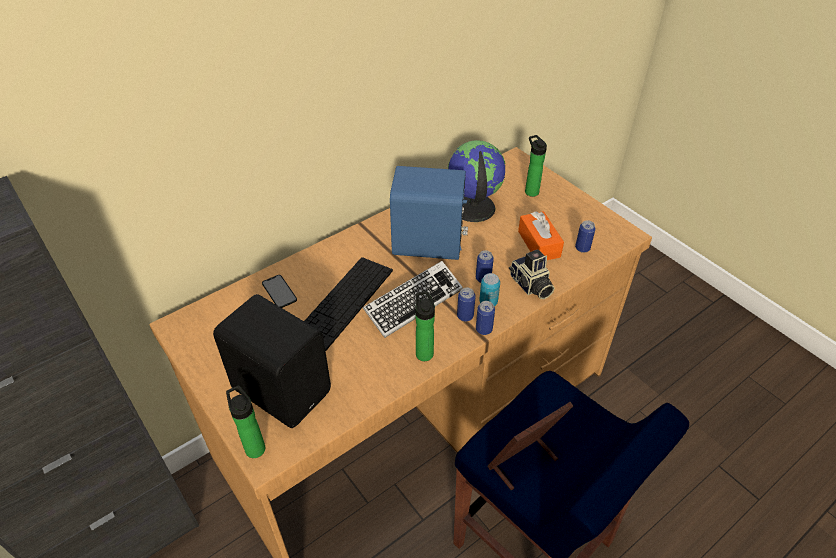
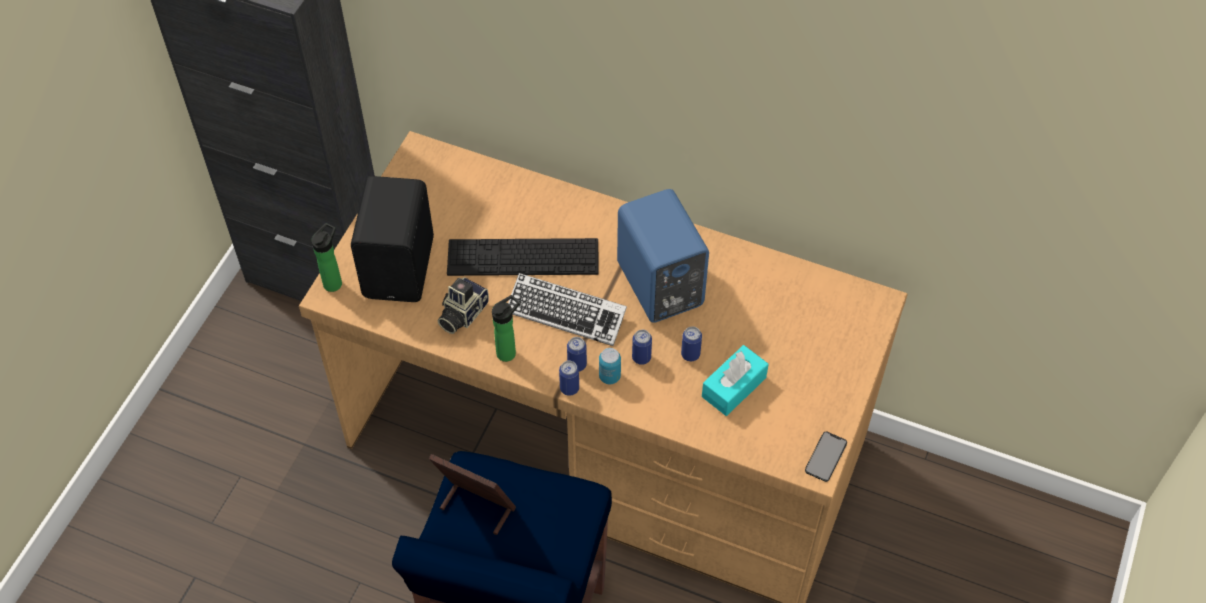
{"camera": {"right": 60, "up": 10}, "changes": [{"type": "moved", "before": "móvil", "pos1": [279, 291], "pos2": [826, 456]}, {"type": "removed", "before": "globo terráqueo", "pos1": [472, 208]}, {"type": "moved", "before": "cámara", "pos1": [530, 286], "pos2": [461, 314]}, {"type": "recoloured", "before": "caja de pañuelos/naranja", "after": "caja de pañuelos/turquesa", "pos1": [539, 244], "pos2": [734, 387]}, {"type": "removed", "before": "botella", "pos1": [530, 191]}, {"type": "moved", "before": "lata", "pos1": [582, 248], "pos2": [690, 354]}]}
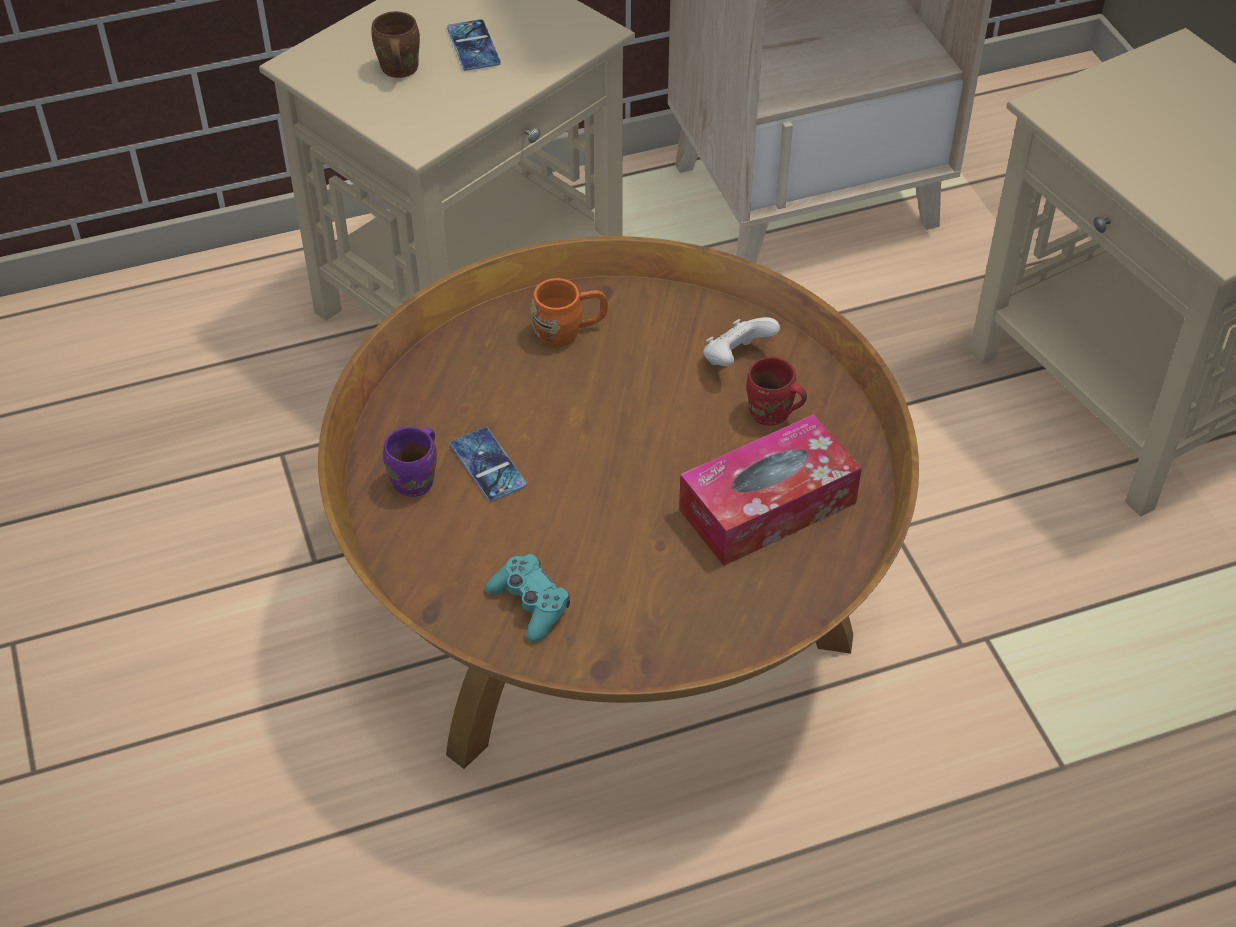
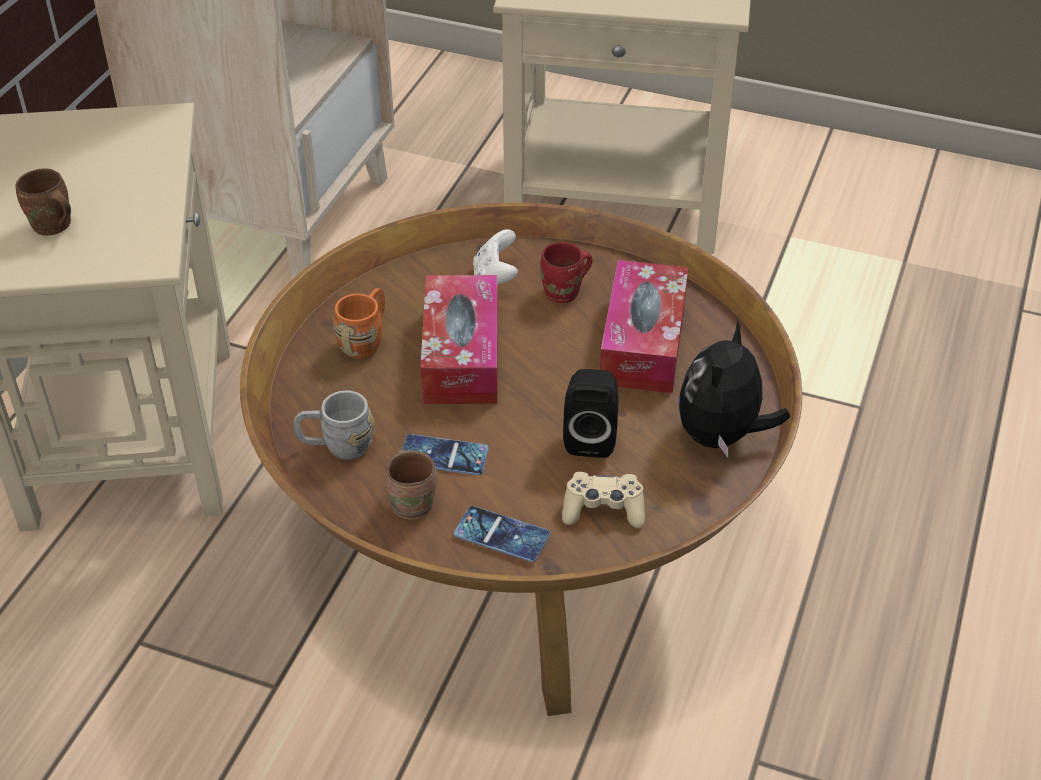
{"camera": {"right": -50, "up": -5}, "changes": [{"type": "recoloured", "before": "taza grande/morado", "after": "taza grande/marrón", "pos1": [417, 481], "pos2": [414, 503]}, {"type": "moved", "before": "móvil", "pos1": [473, 46], "pos2": [501, 534]}, {"type": "recoloured", "before": "mando de consola/turquesa", "after": "mando de consola/beis", "pos1": [530, 604], "pos2": [603, 509]}, {"type": "added", "after": "taza grande/gris", "pos2": [336, 446]}, {"type": "added", "after": "caja de pañuelos", "pos2": [461, 355]}, {"type": "added", "after": "altavoz/negro", "pos2": [590, 437]}, {"type": "added", "after": "peluche", "pos2": [722, 436]}]}
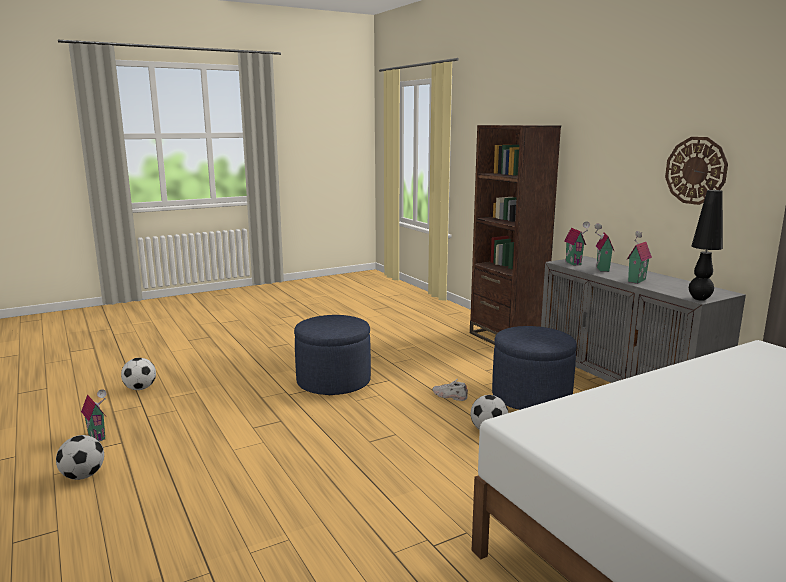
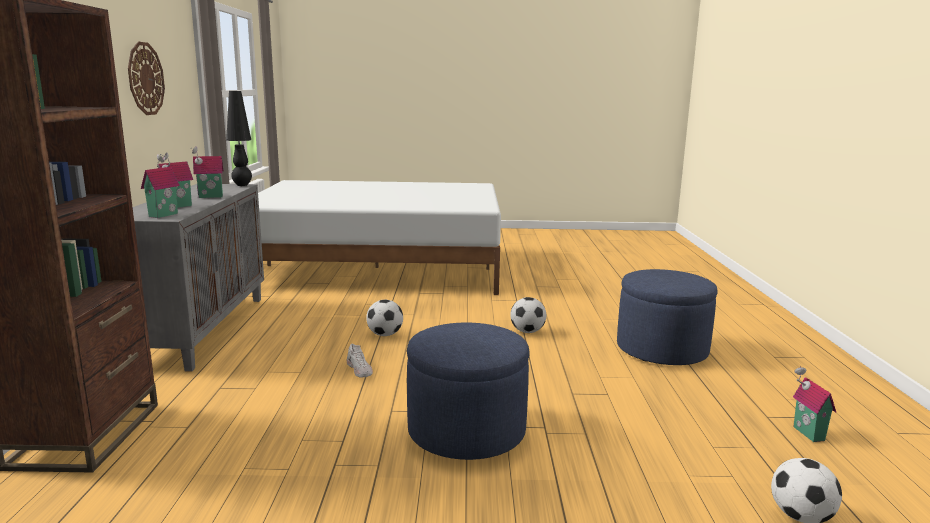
{"camera": {"right": -150, "up": 0}, "changes": [{"type": "moved", "before": "balón de fútbol", "pos1": [83, 476], "pos2": [527, 331]}, {"type": "moved", "before": "puf/azul", "pos1": [531, 397], "pos2": [662, 349]}]}
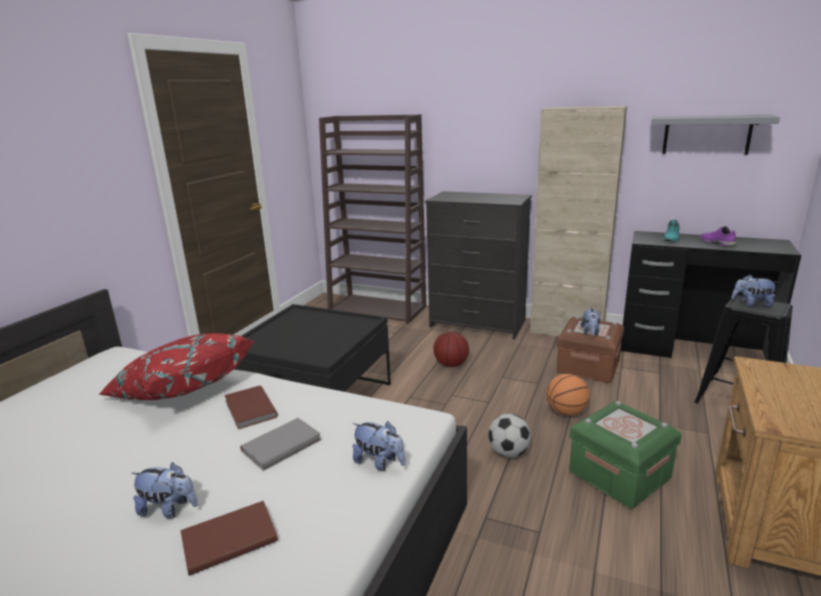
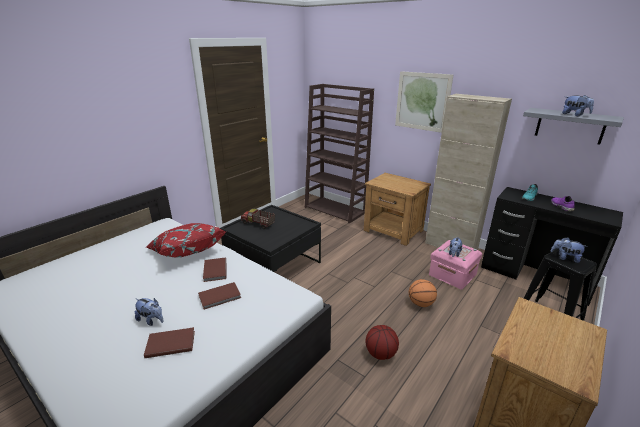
{"camera": {"right": 15, "up": 5}, "changes": [{"type": "recoloured", "before": "libro/gris", "after": "libro/marrón", "pos1": [283, 446], "pos2": [220, 297]}, {"type": "moved", "before": "peluche", "pos1": [379, 462], "pos2": [574, 115]}, {"type": "replaced", "before": "cómoda/negro", "after": "mesita de noche/marrón", "pos1": [478, 324], "pos2": [393, 231]}, {"type": "moved", "before": "balón de baloncesto", "pos1": [451, 364], "pos2": [380, 353]}, {"type": "removed", "before": "balón de fútbol", "pos1": [509, 452]}, {"type": "recoloured", "before": "caja de almacenaje/marrón", "after": "caja de almacenaje/rosa", "pos1": [588, 367], "pos2": [452, 275]}, {"type": "removed", "before": "caja de almacenaje/verde", "pos1": [619, 474]}, {"type": "added", "after": "camión de juguete", "pos2": [258, 224]}, {"type": "added", "after": "cuadro", "pos2": [422, 101]}]}
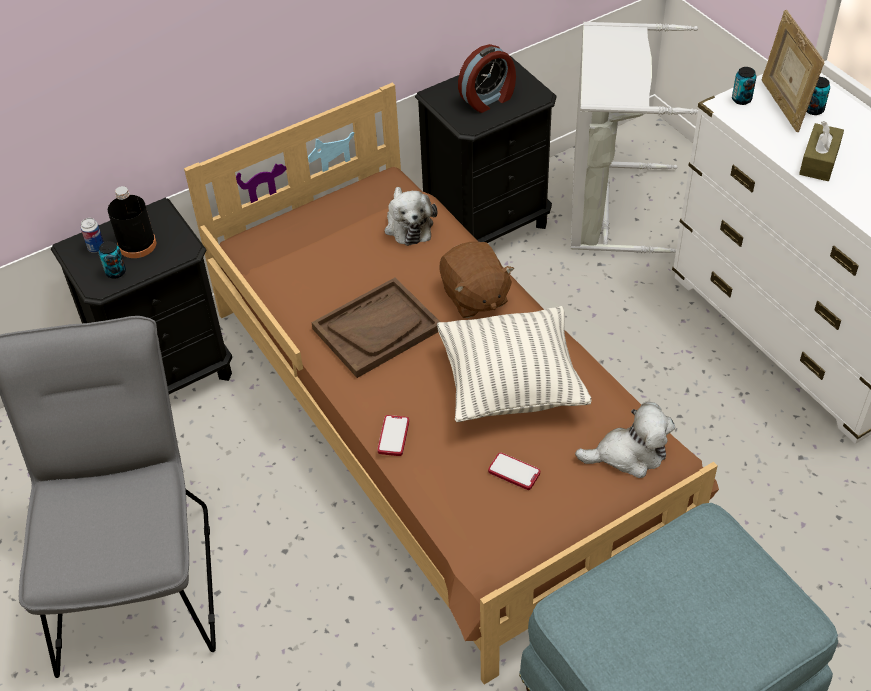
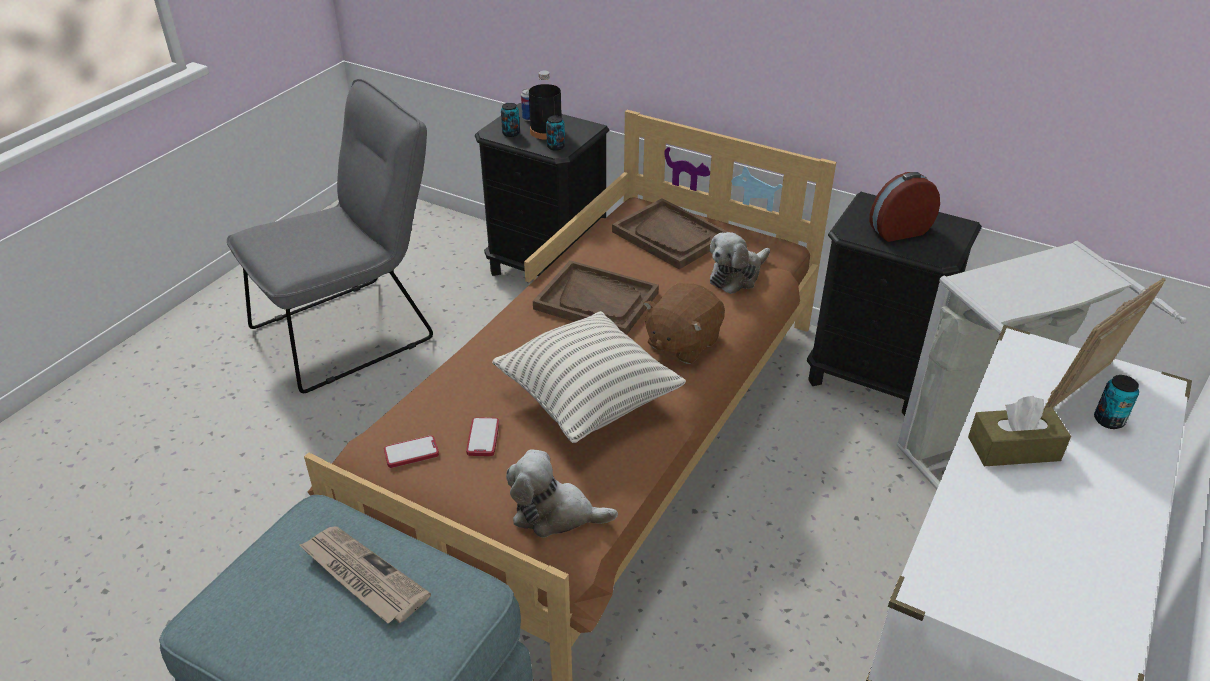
{"camera": {"right": 60, "up": -10}, "changes": [{"type": "moved", "before": "móvil", "pos1": [393, 436], "pos2": [411, 453]}, {"type": "turned", "before": "despertador", "pos1": [488, 99], "pos2": [898, 230], "turn": 135}, {"type": "turned", "before": "peluche", "pos1": [629, 454], "pos2": [555, 513], "turn": 135}, {"type": "moved", "before": "lata", "pos1": [741, 99], "pos2": [556, 147]}, {"type": "added", "after": "periódico", "pos2": [362, 576]}, {"type": "added", "after": "bandeja/marrón", "pos2": [670, 236]}]}
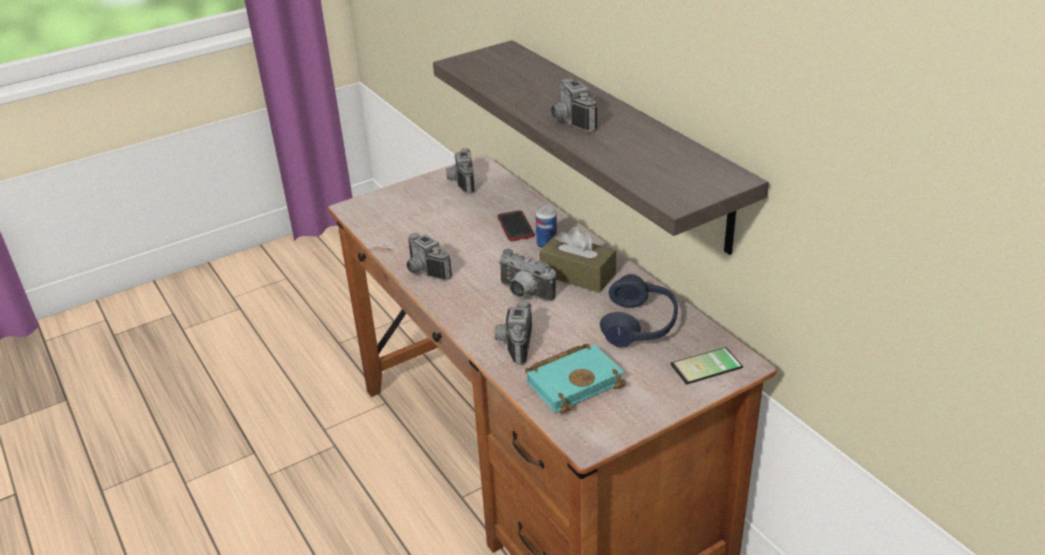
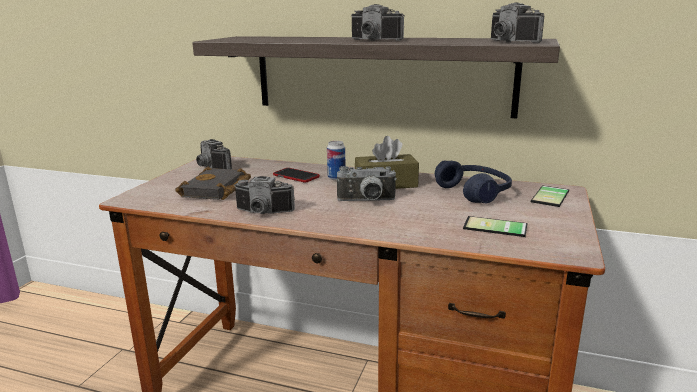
{"camera": {"right": -40, "up": -15}, "changes": [{"type": "moved", "before": "cámara", "pos1": [513, 344], "pos2": [508, 42]}, {"type": "replaced", "before": "libro/turquesa", "after": "móvil", "pos1": [575, 381], "pos2": [495, 228]}, {"type": "added", "after": "libro/negro", "pos2": [217, 190]}]}
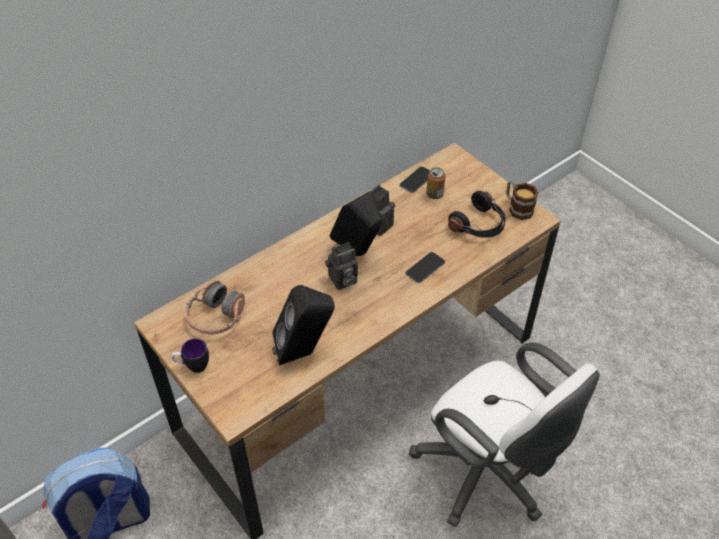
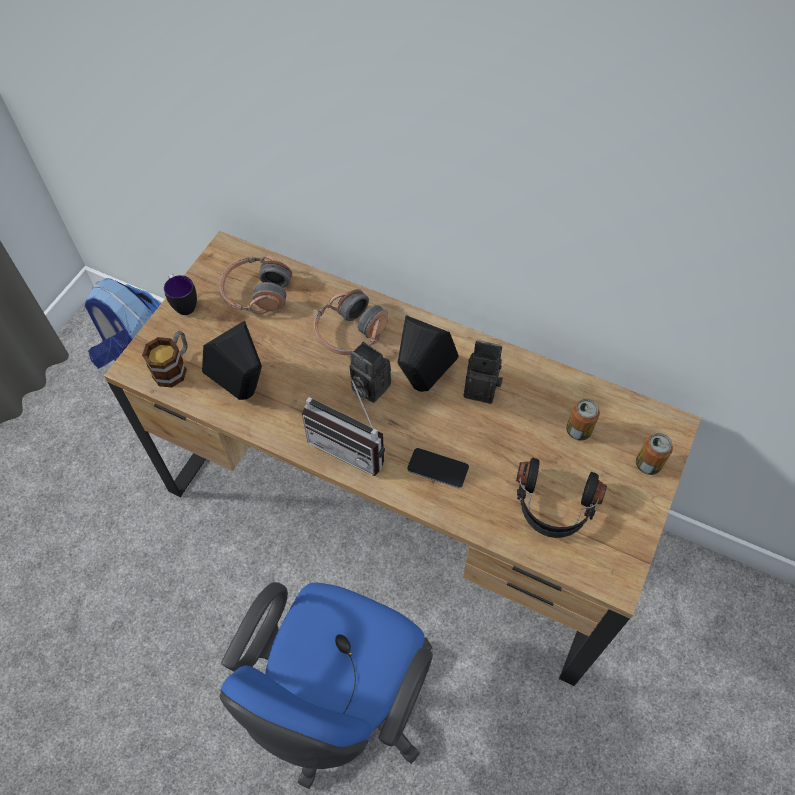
{"camera": {"right": 65, "up": 10}, "changes": [{"type": "removed", "before": "móvil", "pos1": [416, 180]}, {"type": "recoloured", "before": "silla de oficina/blanco", "after": "silla de oficina/azul", "pos1": [488, 474], "pos2": [342, 703]}, {"type": "moved", "before": "taza grande", "pos1": [517, 208], "pos2": [174, 367]}, {"type": "added", "after": "radio", "pos2": [351, 445]}, {"type": "added", "after": "auriculares", "pos2": [350, 332]}, {"type": "added", "after": "lata", "pos2": [648, 464]}]}
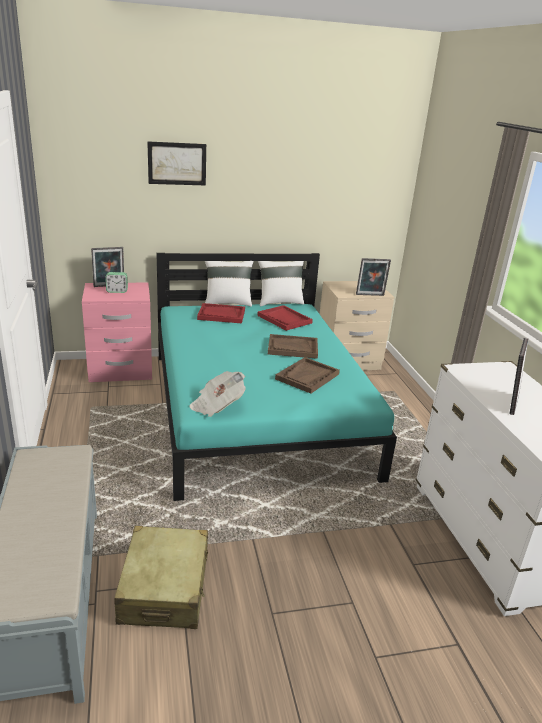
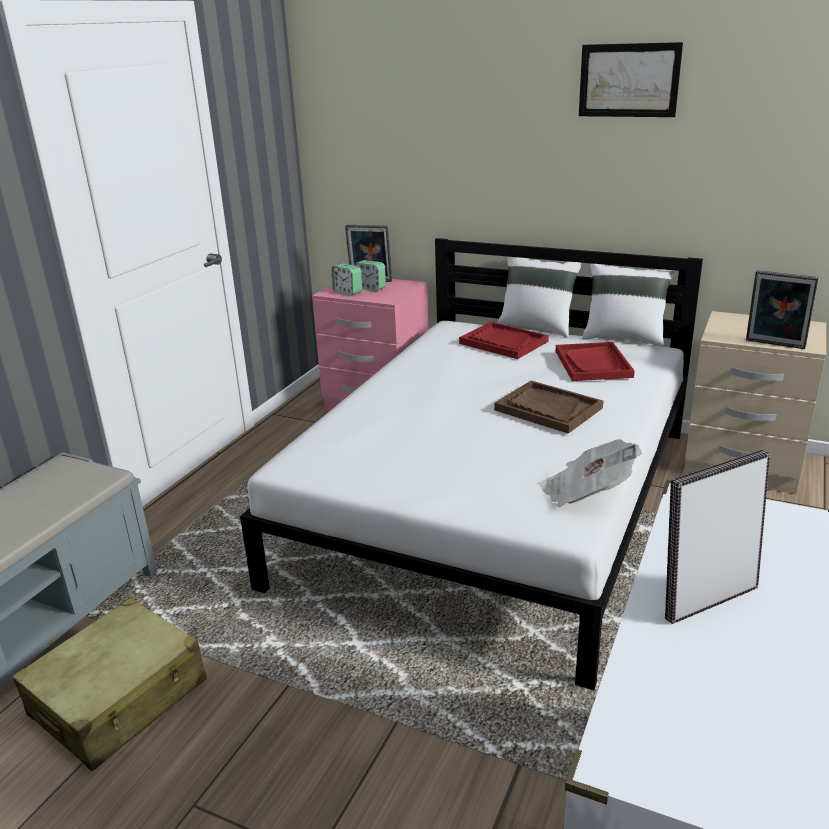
{"camera": {"right": 40, "up": 0}, "changes": [{"type": "moved", "before": "cuadro", "pos1": [177, 163], "pos2": [629, 80]}, {"type": "recoloured", "before": "cama/turquesa", "after": "cama/blanco", "pos1": [256, 411], "pos2": [496, 503]}, {"type": "moved", "before": "periódico", "pos1": [217, 406], "pos2": [586, 493]}, {"type": "removed", "before": "bandeja/marrón", "pos1": [307, 377]}, {"type": "added", "after": "despertador", "pos2": [347, 292]}]}
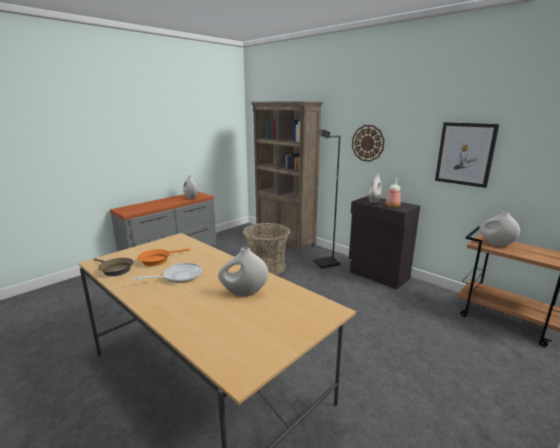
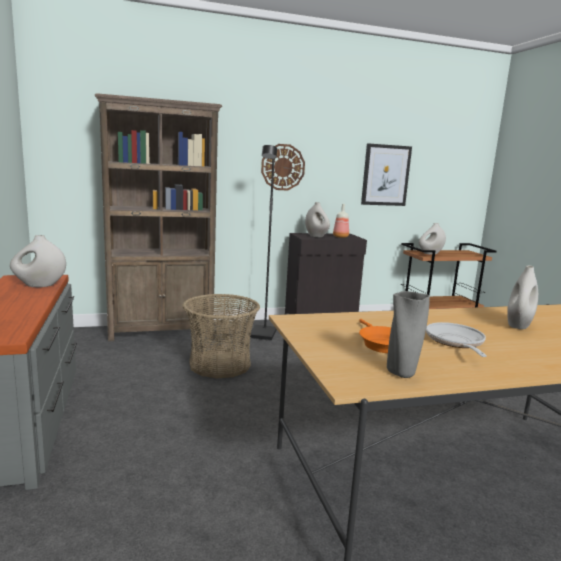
{"camera": {"right": -60, "up": -5}, "changes": [{"type": "replaced", "before": "sartén/marrón", "after": "florero/gris", "pos1": [115, 270], "pos2": [401, 374]}]}
